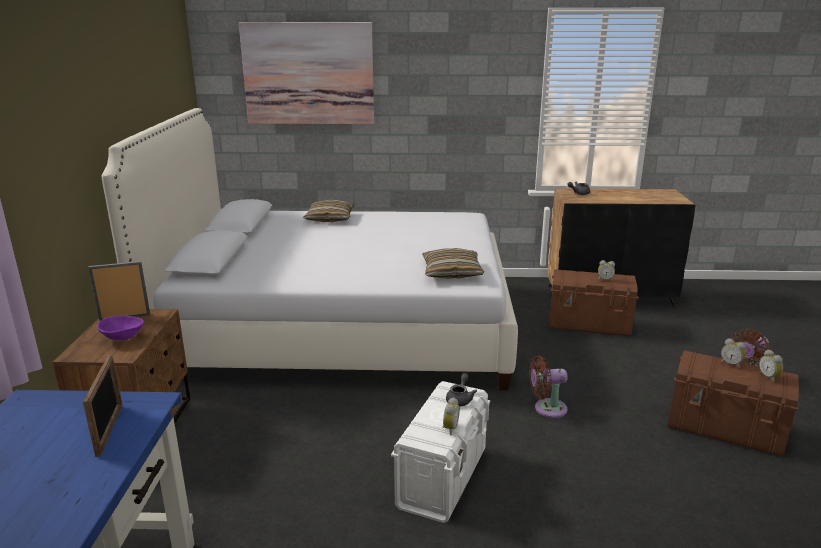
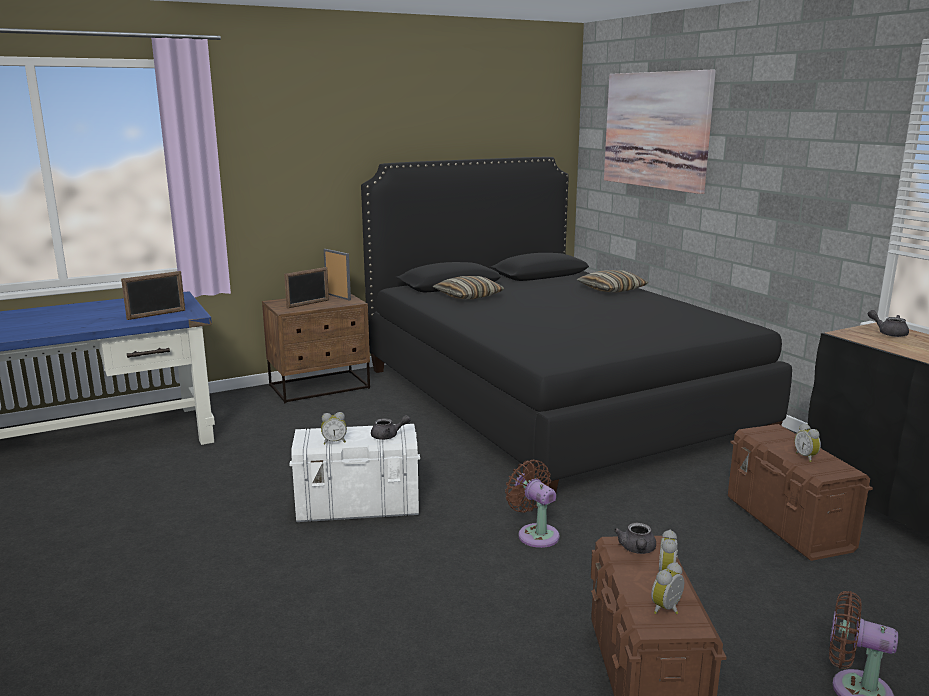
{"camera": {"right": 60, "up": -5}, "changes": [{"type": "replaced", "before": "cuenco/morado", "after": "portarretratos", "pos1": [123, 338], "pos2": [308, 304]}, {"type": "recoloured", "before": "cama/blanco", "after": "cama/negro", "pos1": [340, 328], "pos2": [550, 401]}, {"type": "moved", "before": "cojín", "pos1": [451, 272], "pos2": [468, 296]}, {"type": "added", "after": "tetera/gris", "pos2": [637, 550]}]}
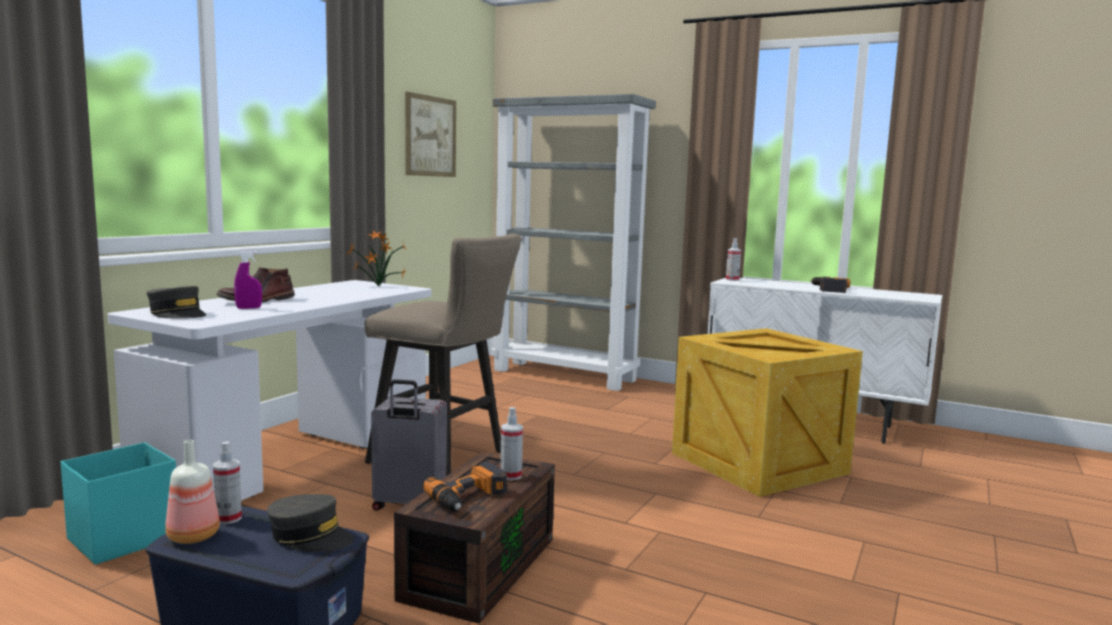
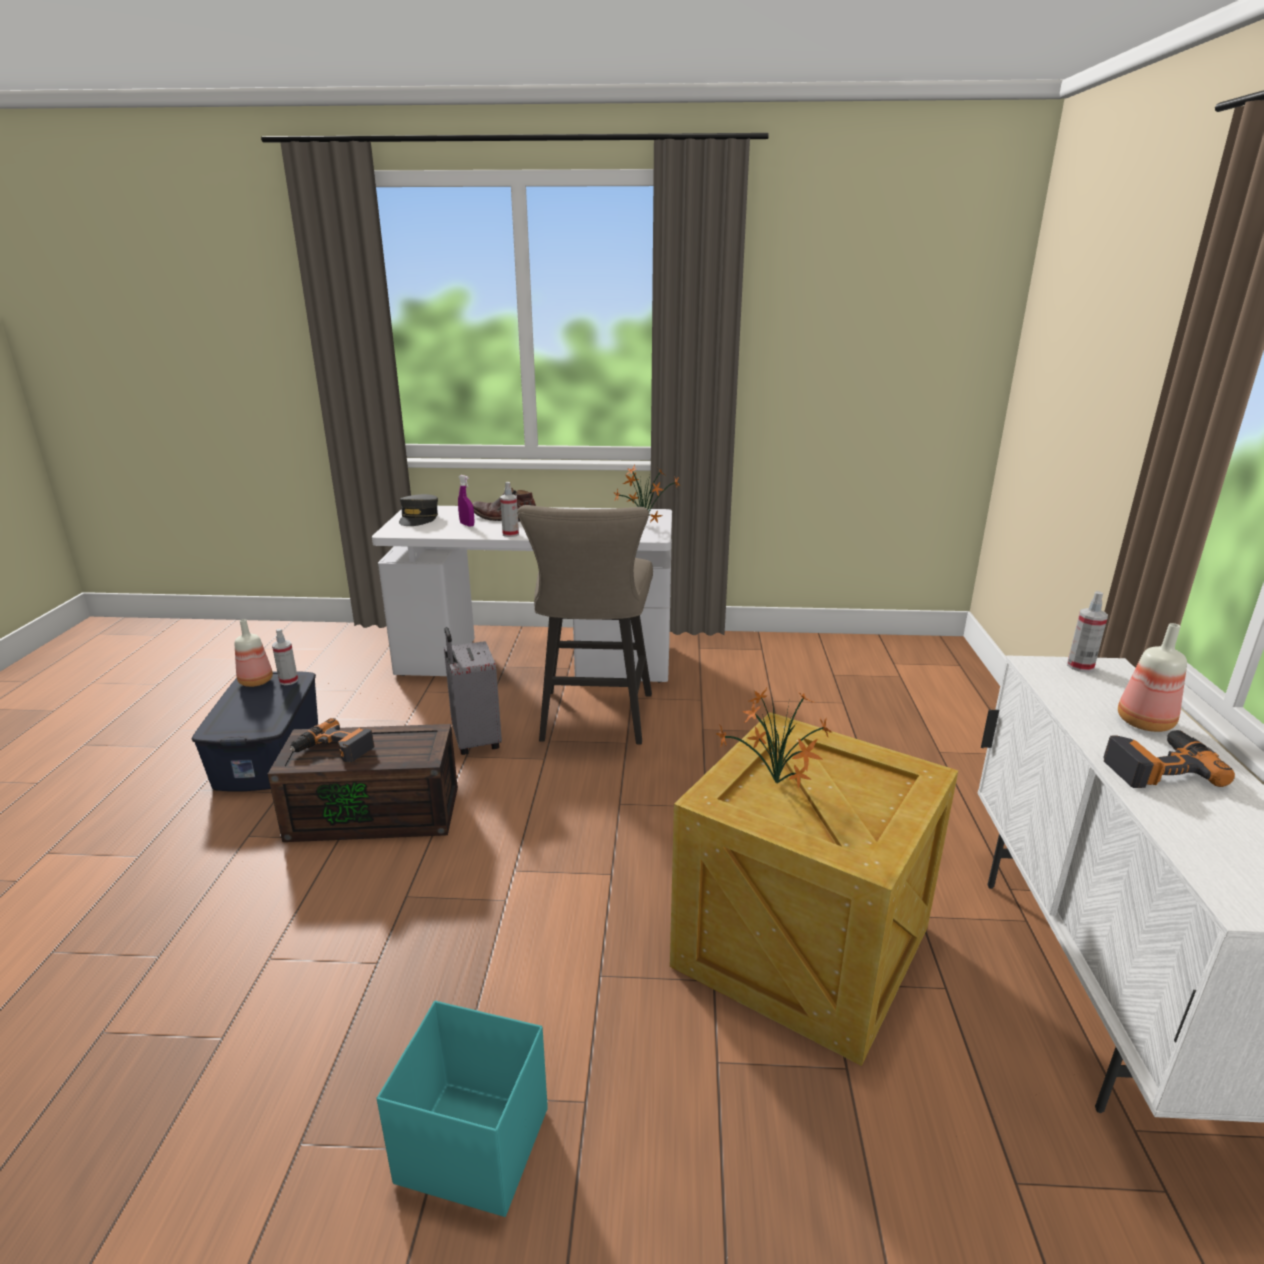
{"camera": {"right": 65, "up": 15}, "changes": [{"type": "moved", "before": "caja de almacenaje/turquesa", "pos1": [122, 539], "pos2": [472, 1144]}, {"type": "removed", "before": "gorra/gris", "pos1": [310, 537]}, {"type": "removed", "before": "cuadro", "pos1": [430, 136]}, {"type": "removed", "before": "estantería/gris", "pos1": [565, 375]}, {"type": "moved", "before": "pulverizador", "pos1": [511, 476], "pos2": [510, 534]}, {"type": "added", "after": "planta en maceta", "pos2": [777, 786]}, {"type": "added", "after": "botella", "pos2": [1142, 722]}]}
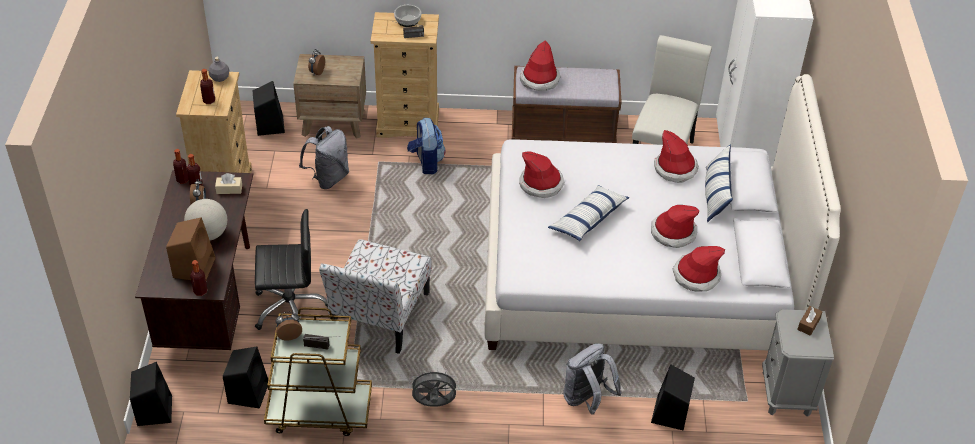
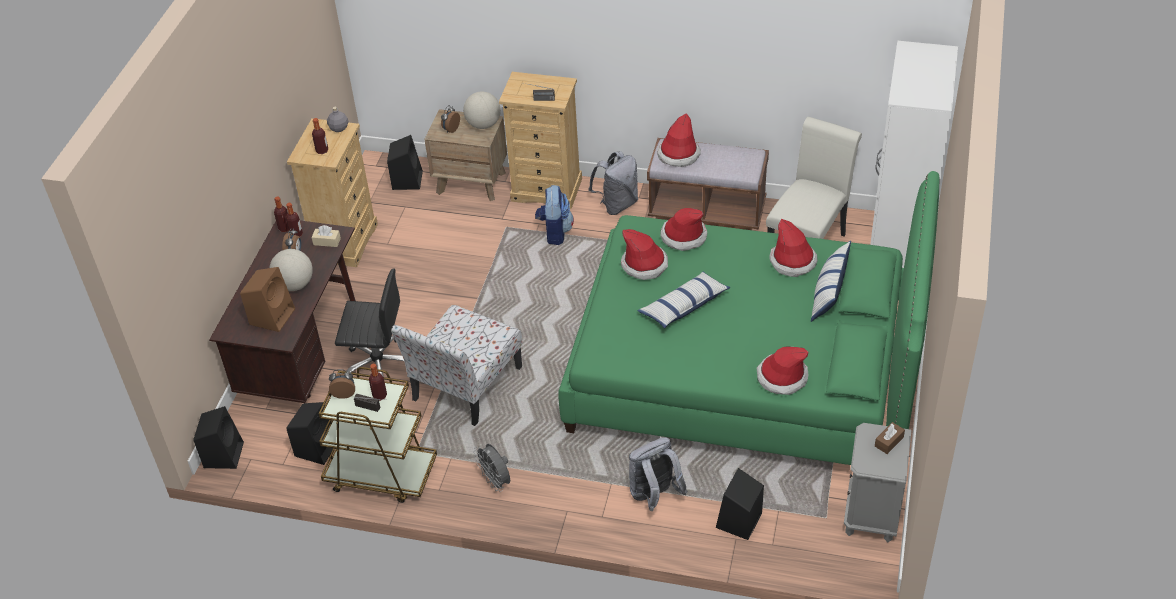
{"camera": {"right": 15, "up": 0}, "changes": [{"type": "moved", "before": "botella", "pos1": [200, 291], "pos2": [380, 396]}, {"type": "moved", "before": "mochila/gris", "pos1": [328, 178], "pos2": [617, 204]}, {"type": "removed", "before": "cuenco", "pos1": [408, 21]}, {"type": "turned", "before": "ventilador/gris", "pos1": [434, 404], "pos2": [496, 481], "turn": -135}, {"type": "recoloured", "before": "cama/blanco", "after": "cama/verde", "pos1": [639, 274], "pos2": [746, 371]}, {"type": "moved", "before": "sombrero", "pos1": [673, 232], "pos2": [683, 236]}, {"type": "added", "after": "globo terráqueo", "pos2": [483, 124]}]}
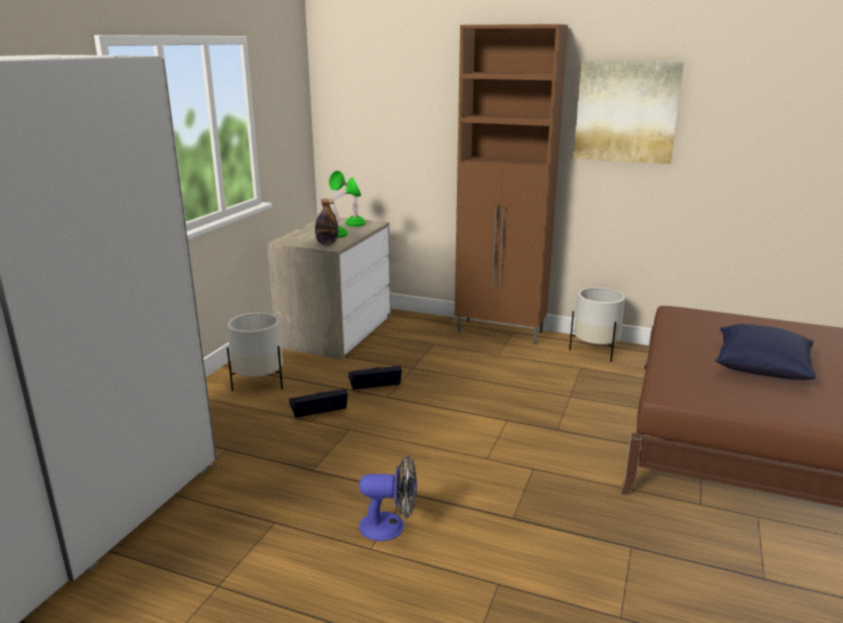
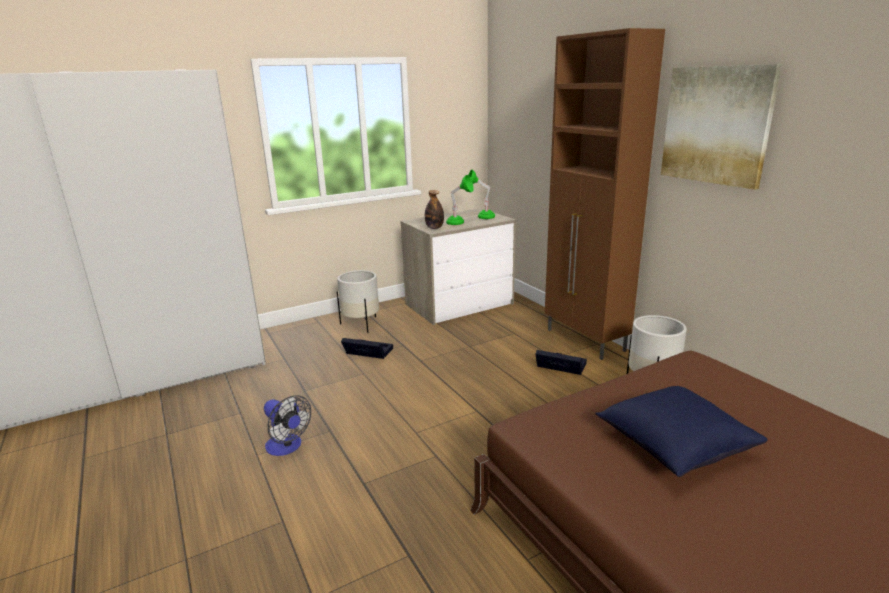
{"camera": {"right": 40, "up": 0}, "changes": [{"type": "moved", "before": "caja de almacenaje/negro", "pos1": [373, 383], "pos2": [559, 366]}]}
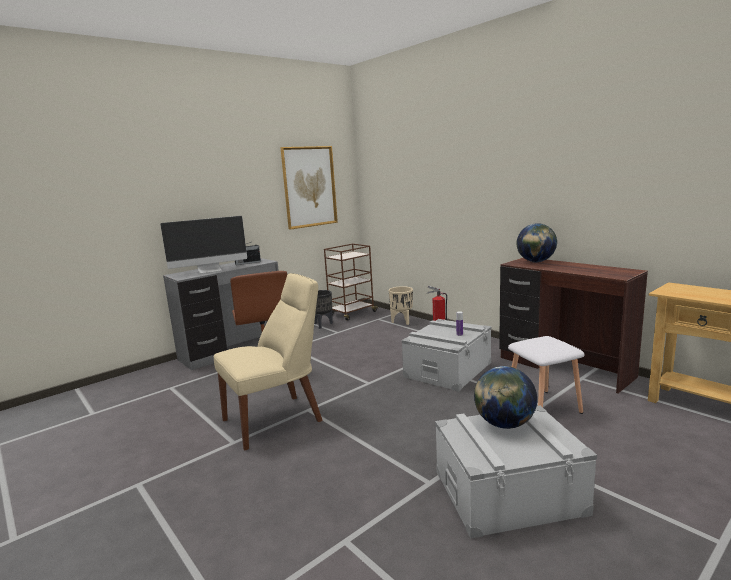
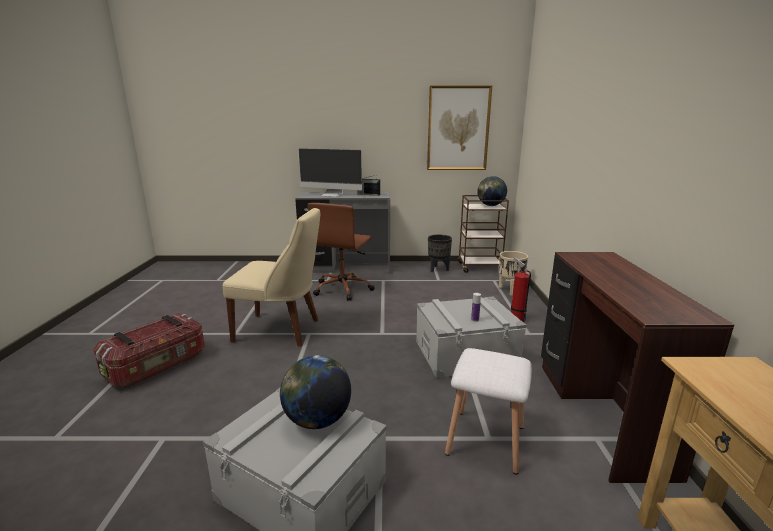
{"camera": {"right": 40, "up": 5}, "changes": [{"type": "moved", "before": "globo terráqueo", "pos1": [535, 262], "pos2": [490, 205]}, {"type": "added", "after": "caja de almacenaje", "pos2": [158, 366]}]}
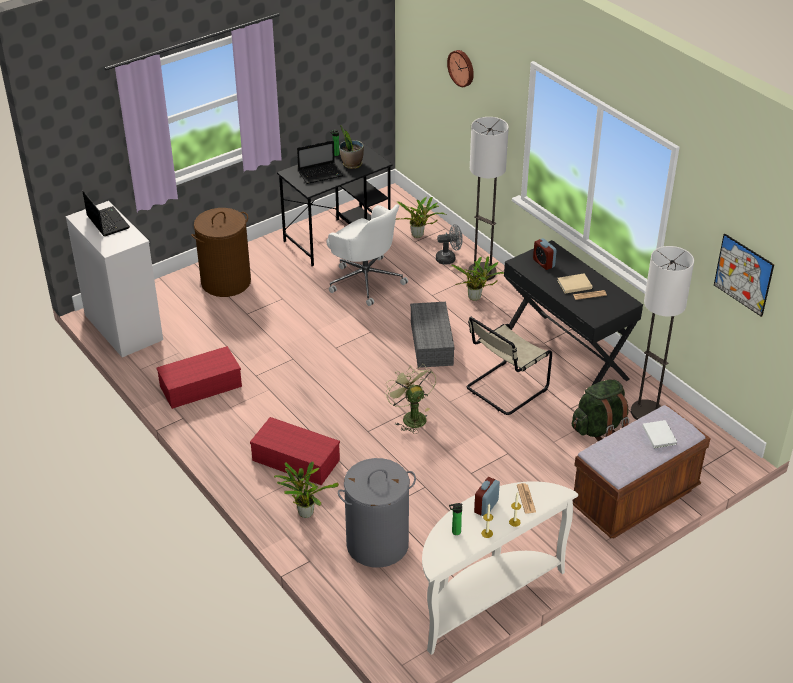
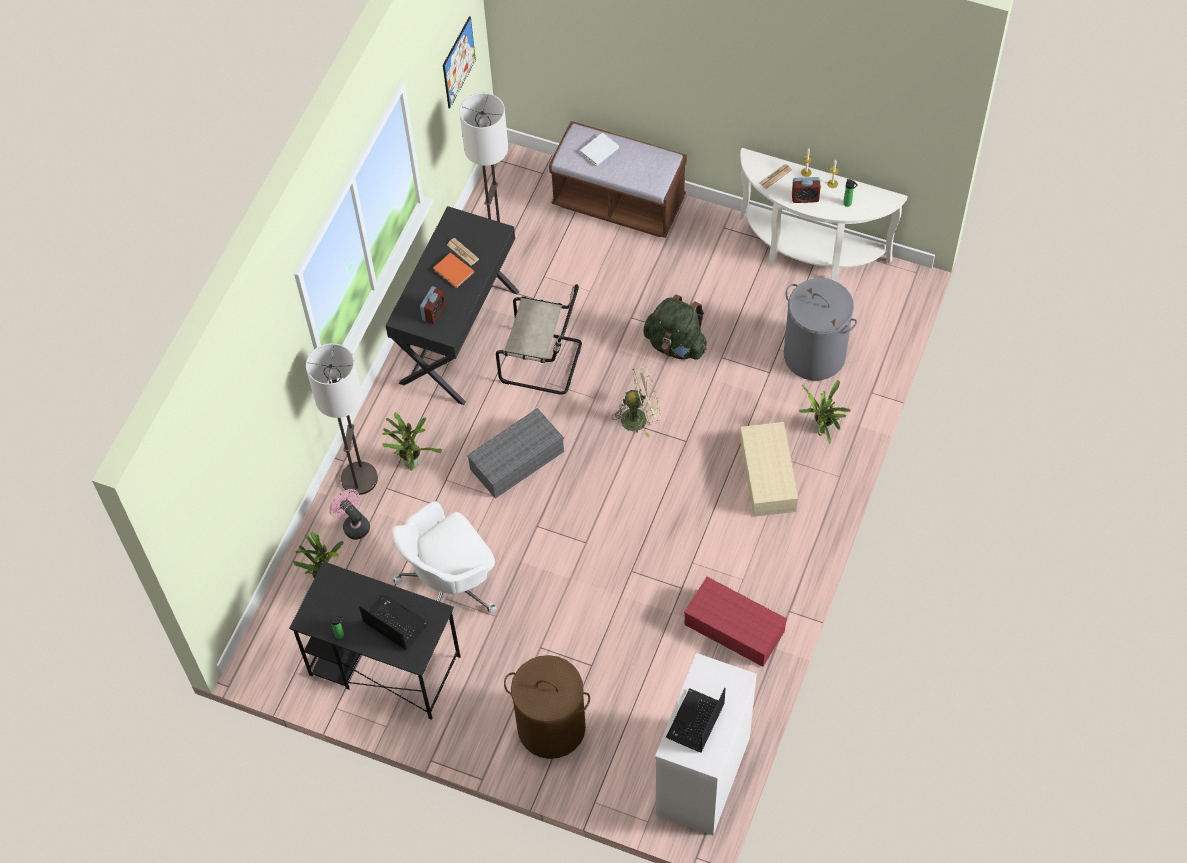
{"camera": {"right": -120, "up": 20}, "changes": [{"type": "recoloured", "before": "caja de almacenaje/rojo", "after": "caja de almacenaje/beis", "pos1": [294, 460], "pos2": [769, 477]}, {"type": "turned", "before": "silla de oficina/blanco", "pos1": [365, 280], "pos2": [450, 584], "turn": -135}, {"type": "removed", "before": "planta en maceta", "pos1": [352, 164]}, {"type": "turned", "before": "ventilador/verde", "pos1": [411, 417], "pos2": [640, 417], "turn": -135}, {"type": "recoloured", "before": "ventilador/gris", "after": "ventilador/rosa", "pos1": [449, 258], "pos2": [353, 524]}, {"type": "removed", "before": "reloj de pared", "pos1": [462, 68]}, {"type": "recoloured", "before": "libro/beis", "after": "libro/naranja", "pos1": [573, 284], "pos2": [454, 272]}, {"type": "moved", "before": "mochila/verde", "pos1": [599, 428], "pos2": [676, 345]}]}
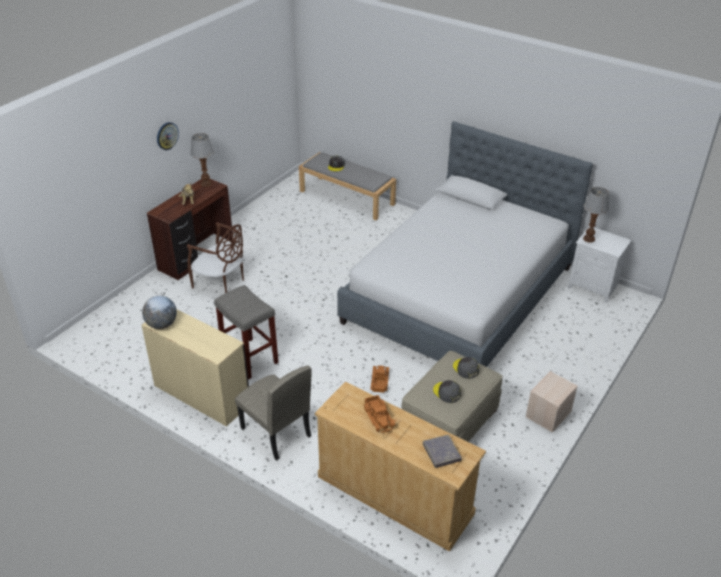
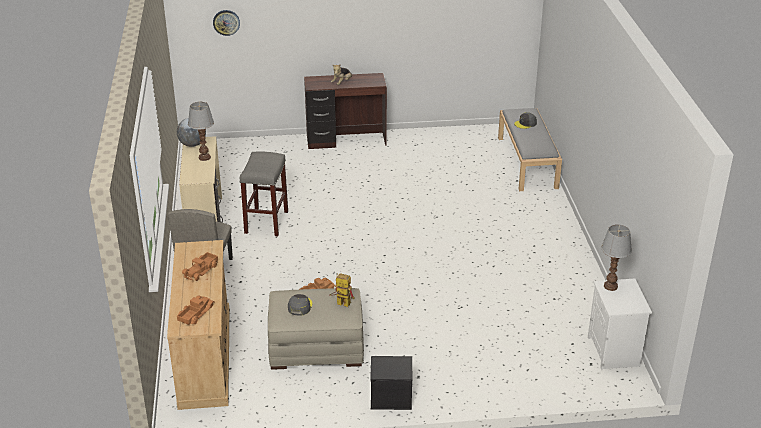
{"camera": {"right": 50, "up": -5}, "changes": [{"type": "moved", "before": "reloj de pared", "pos1": [167, 135], "pos2": [226, 22]}, {"type": "removed", "before": "silla/marrón", "pos1": [221, 282]}, {"type": "moved", "before": "lámpara de mesa", "pos1": [205, 184], "pos2": [204, 157]}, {"type": "removed", "before": "cama", "pos1": [459, 295]}, {"type": "replaced", "before": "libro/gris", "after": "camión de juguete", "pos1": [441, 453], "pos2": [195, 313]}, {"type": "replaced", "before": "gorra/gris", "after": "robot de juguete", "pos1": [465, 369], "pos2": [340, 303]}, {"type": "recoloured", "before": "caja de almacenaje/beis", "after": "caja de almacenaje/negro", "pos1": [548, 413], "pos2": [391, 397]}]}
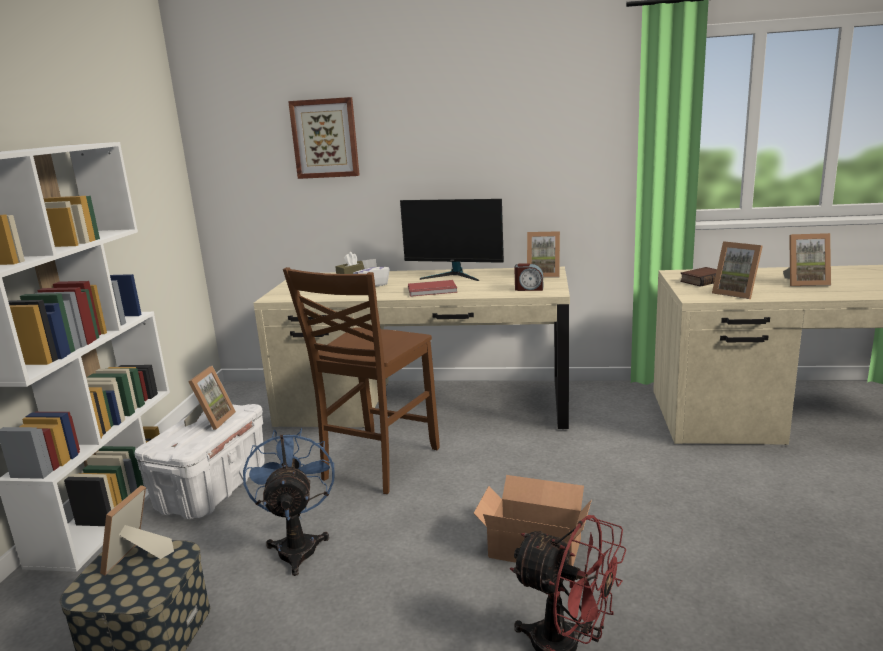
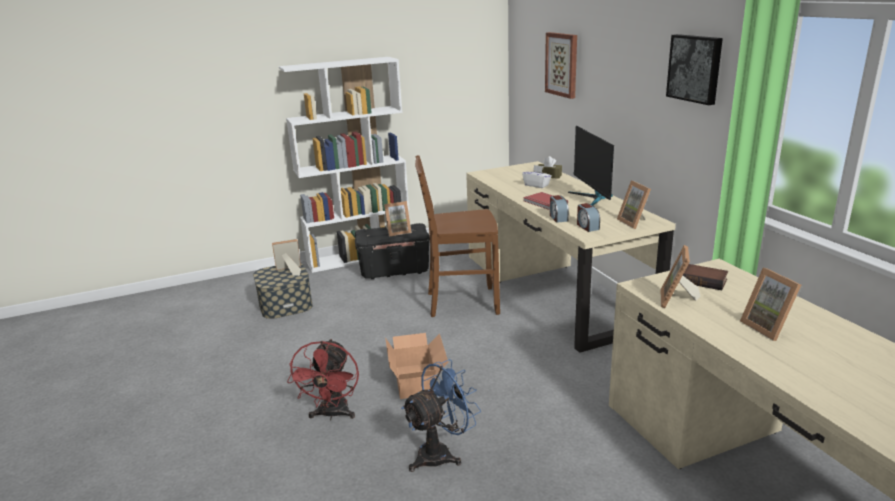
{"camera": {"right": 60, "up": 5}, "changes": [{"type": "recoloured", "before": "caja de almacenaje/blanco", "after": "caja de almacenaje/negro", "pos1": [213, 488], "pos2": [395, 270]}, {"type": "moved", "before": "ventilador/azul", "pos1": [298, 545], "pos2": [441, 453]}, {"type": "added", "after": "despertador", "pos2": [558, 218]}, {"type": "added", "after": "cuadro", "pos2": [695, 68]}]}
